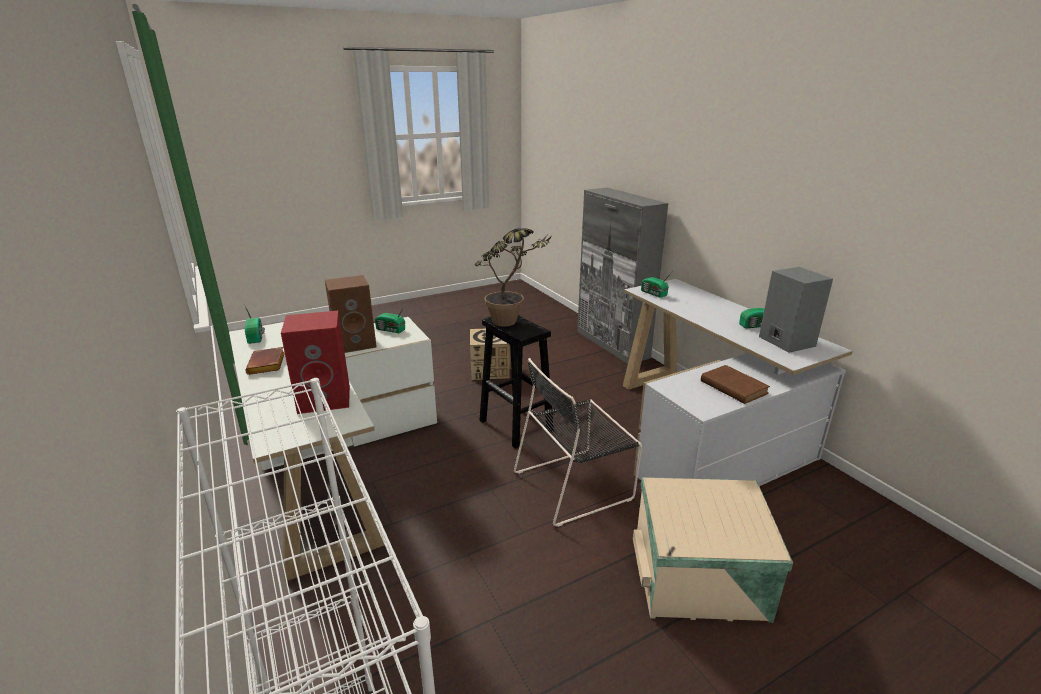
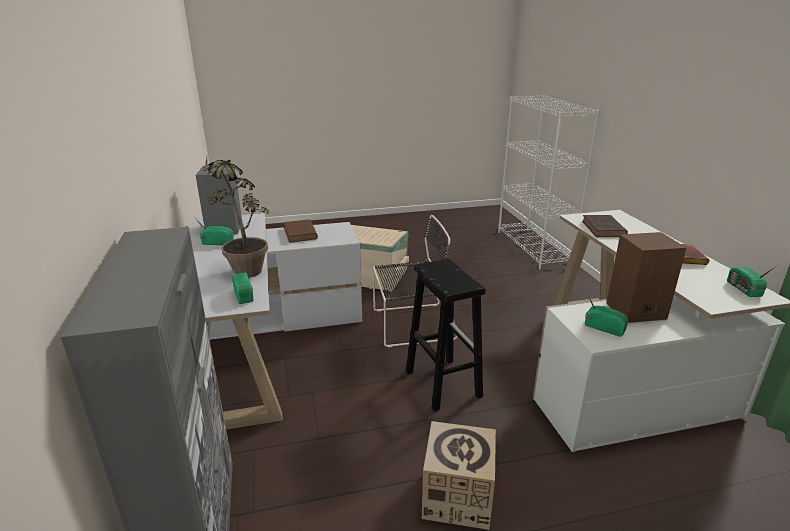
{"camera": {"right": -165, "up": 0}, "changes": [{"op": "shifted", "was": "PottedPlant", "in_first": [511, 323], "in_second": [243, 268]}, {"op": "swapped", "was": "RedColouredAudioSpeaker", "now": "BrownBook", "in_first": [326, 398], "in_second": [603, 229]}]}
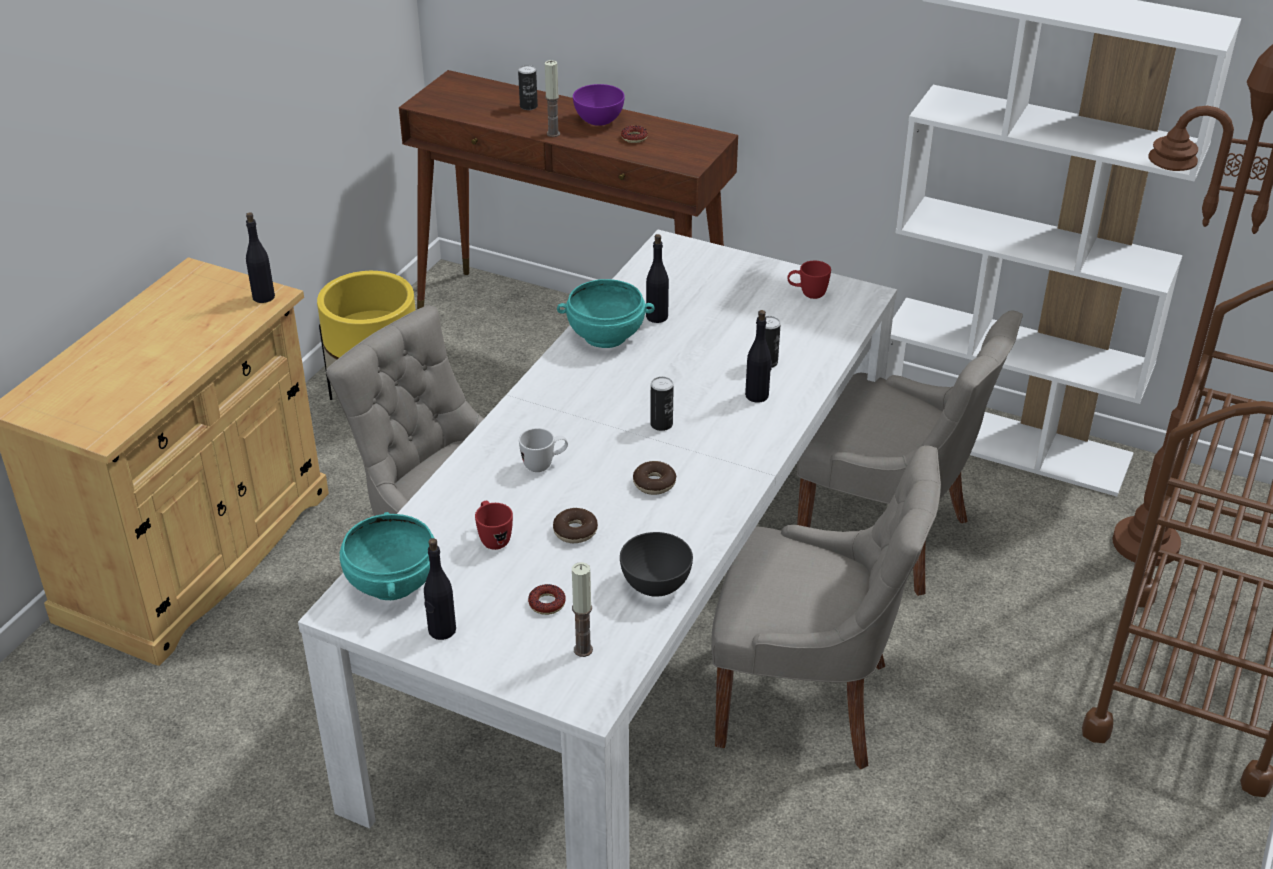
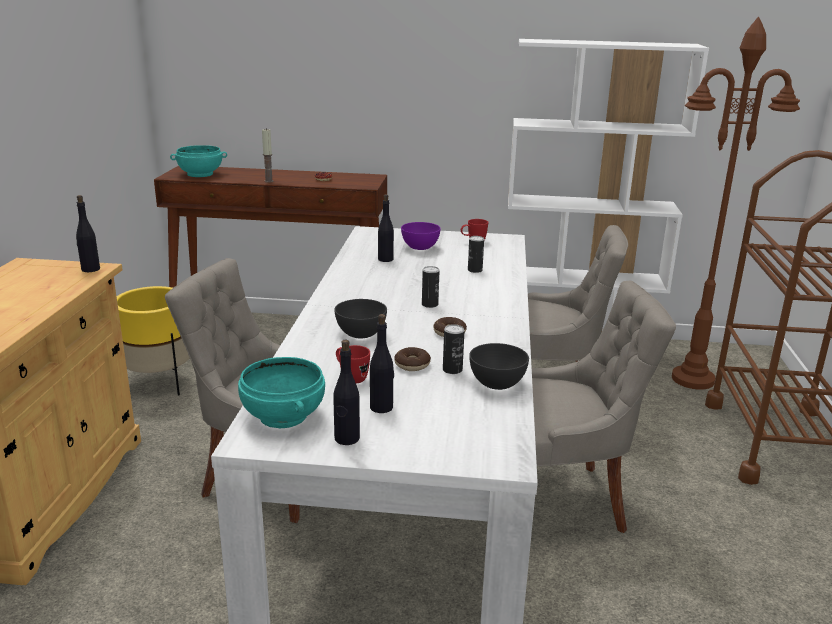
{"camera": {"right": -20, "up": -15}, "changes": [{"op": "gone", "was": "Doughnut", "in_first": [547, 603]}, {"op": "gone", "was": "Candle", "in_first": [583, 649]}, {"op": "shifted", "was": "SealedCan", "in_first": [528, 106], "in_second": [452, 370]}, {"op": "shifted", "was": "BlueGreenServingBowl", "in_first": [605, 336], "in_second": [200, 174]}, {"op": "shifted", "was": "PurpleServingBowl", "in_first": [599, 121], "in_second": [420, 248]}, {"op": "shifted", "was": "BlackColouredDrinkBottle", "in_first": [757, 395], "in_second": [381, 407]}, {"op": "swapped", "was": "WhiteMug", "now": "GreyishServingBowl", "in_first": [544, 465], "in_second": [361, 334]}]}
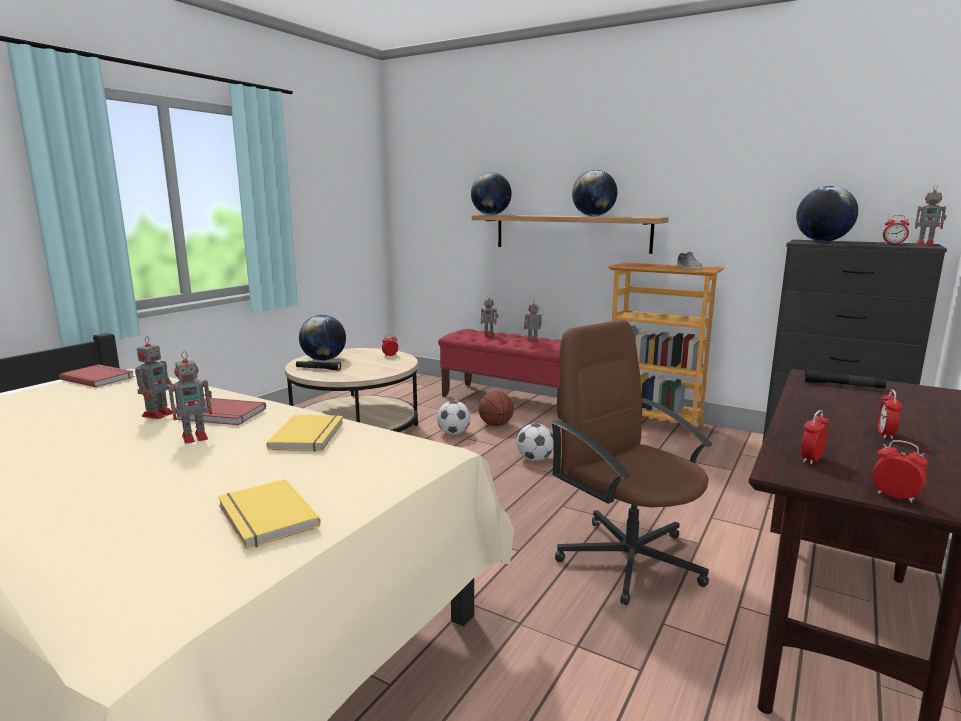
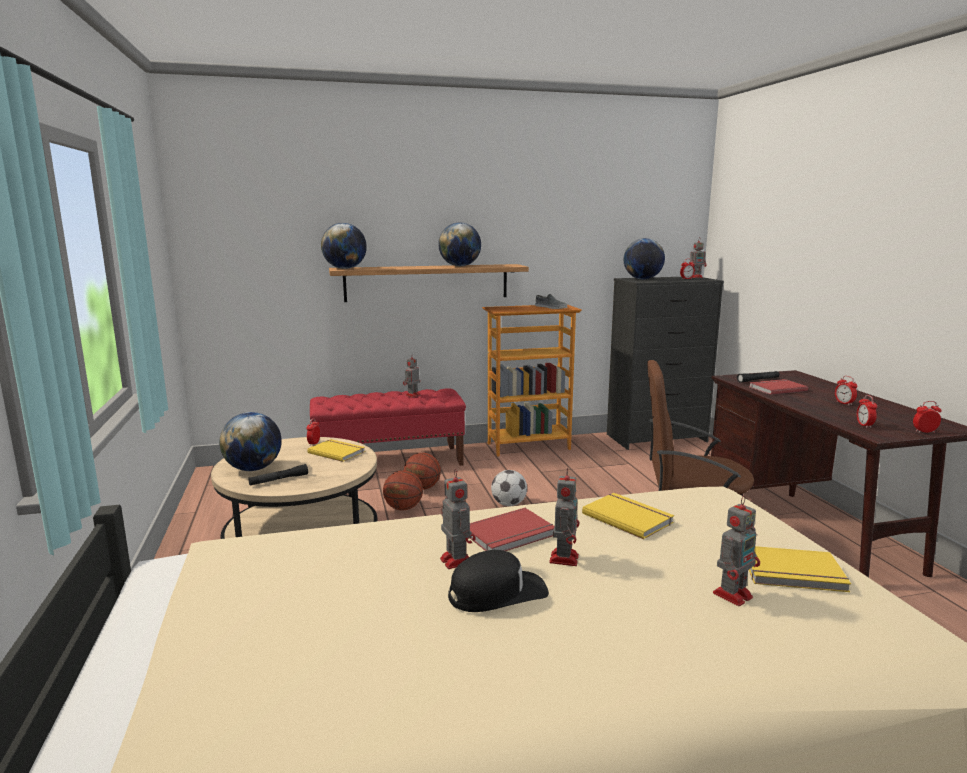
{"camera": {"right": -45, "up": 0}, "changes": [{"op": "new", "now": "YellowBook", "in_second": [337, 452]}, {"op": "new", "now": "BlackColouredBaseballCap", "in_second": [497, 593]}, {"op": "shifted", "was": "RedColouredBook", "in_first": [99, 378], "in_second": [776, 388]}, {"op": "shifted", "was": "RobotFigure", "in_first": [489, 334], "in_second": [733, 594]}, {"op": "swapped", "was": "FootballBall", "now": "BasketballBall", "in_first": [453, 433], "in_second": [403, 508]}]}
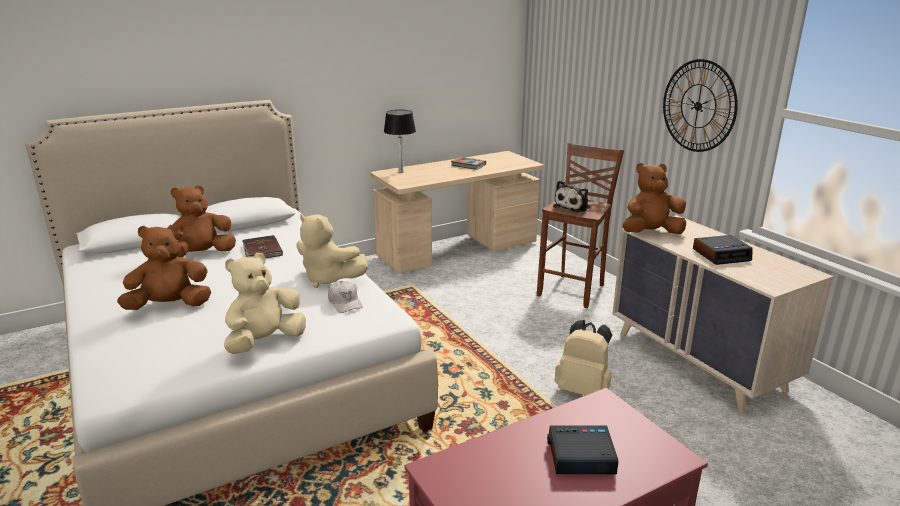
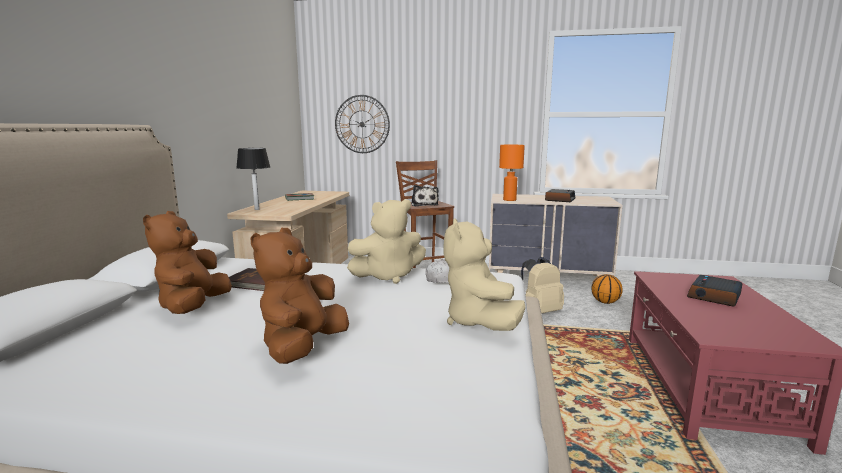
{"camera": {"right": -50, "up": -10}, "changes": [{"op": "new", "now": "BasketballBall", "in_second": [605, 302]}, {"op": "shifted", "was": "HangingClock", "in_first": [698, 106], "in_second": [362, 124]}, {"op": "swapped", "was": "BrownPlushToy", "now": "OrangeColouredTableLamp", "in_first": [650, 233], "in_second": [509, 200]}]}
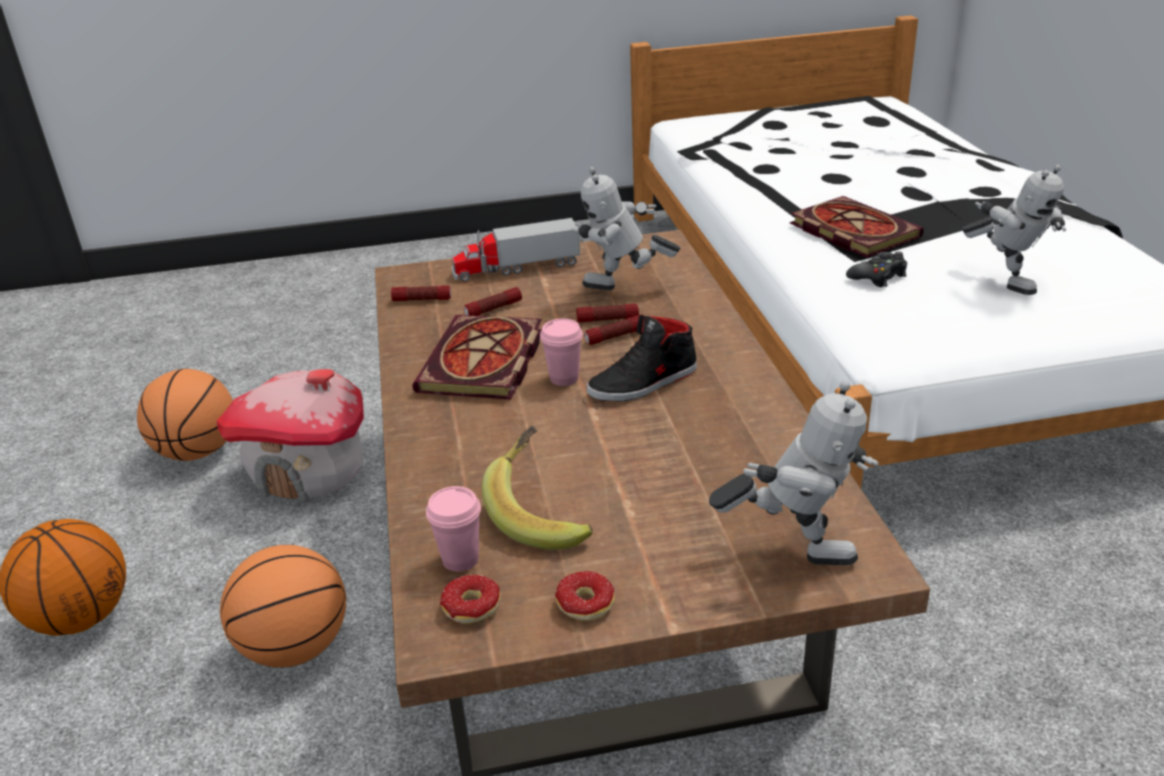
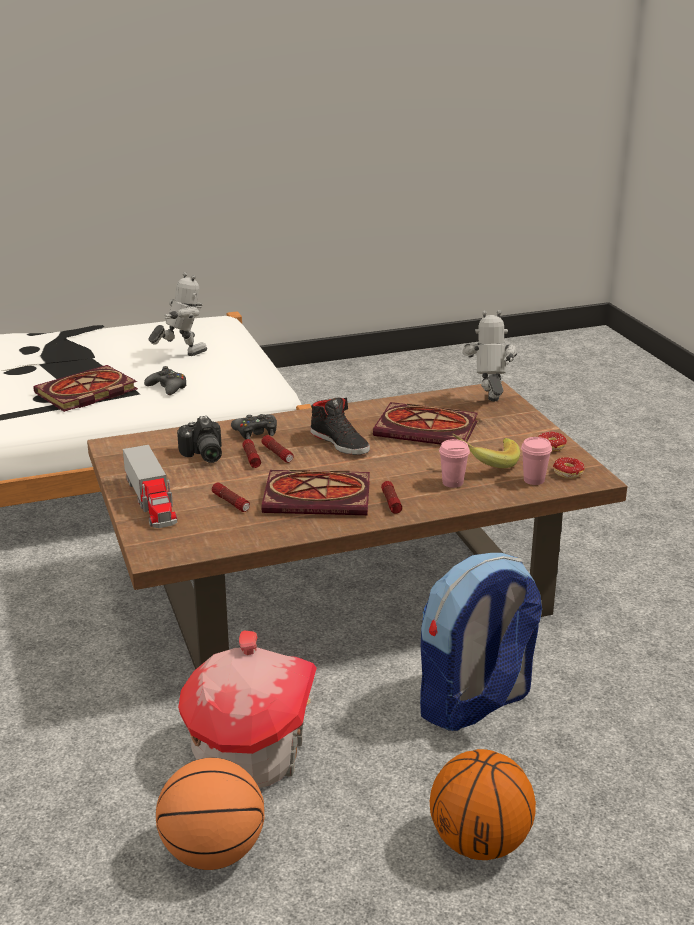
{"camera": {"right": -100, "up": -5}, "changes": [{"op": "new", "now": "BlackColouredJoypad", "in_second": [256, 432]}, {"op": "new", "now": "Book", "in_second": [429, 429]}, {"op": "shifted", "was": "Torch", "in_first": [422, 300], "in_second": [391, 502]}, {"op": "shifted", "was": "PinkishSmallCup", "in_first": [564, 378], "in_second": [452, 483]}, {"op": "swapped", "was": "BasketballBall", "now": "Rucksack", "in_first": [295, 648], "in_second": [474, 704]}, {"op": "swapped", "was": "RobotFigure", "now": "PhotoCamera", "in_first": [623, 290], "in_second": [202, 455]}]}
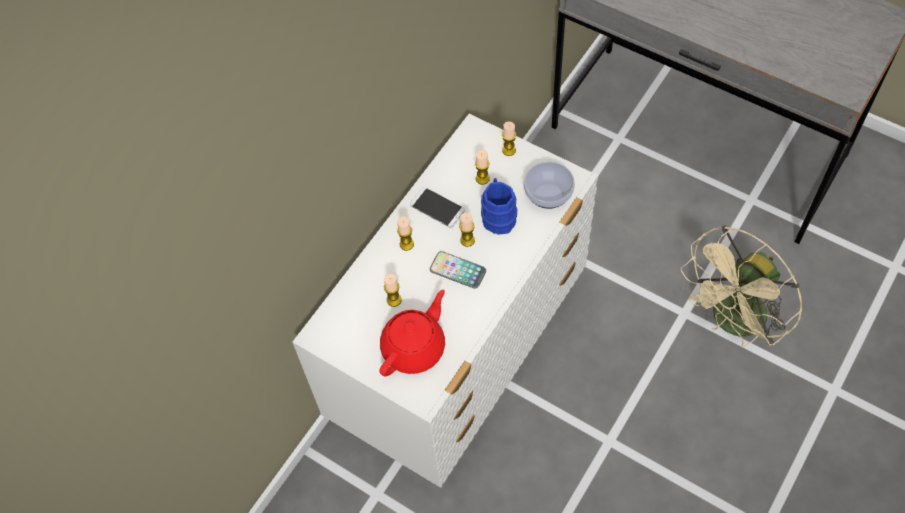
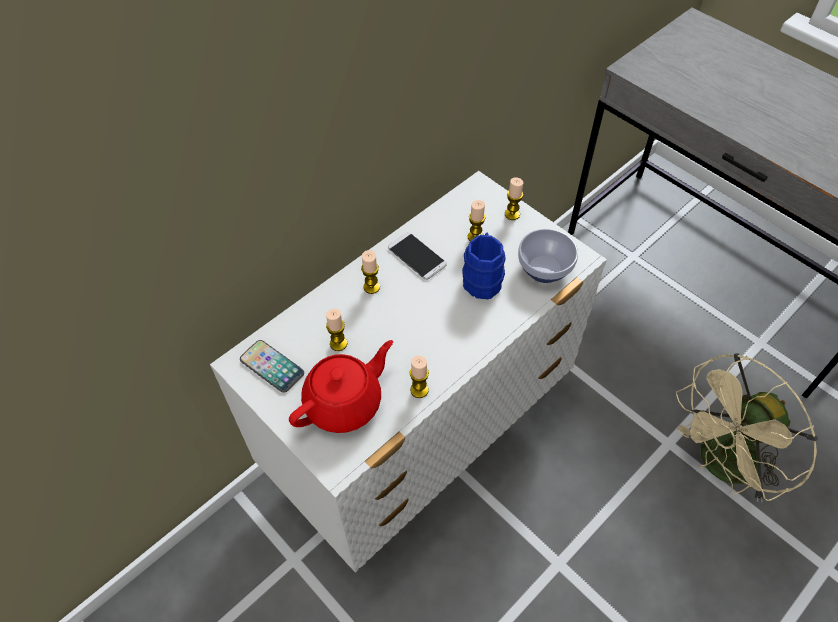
{"camera": {"right": 10, "up": -5}, "changes": [{"op": "shifted", "was": "Handset", "in_first": [458, 270], "in_second": [272, 366]}, {"op": "shifted", "was": "Candle", "in_first": [467, 240], "in_second": [419, 390]}]}
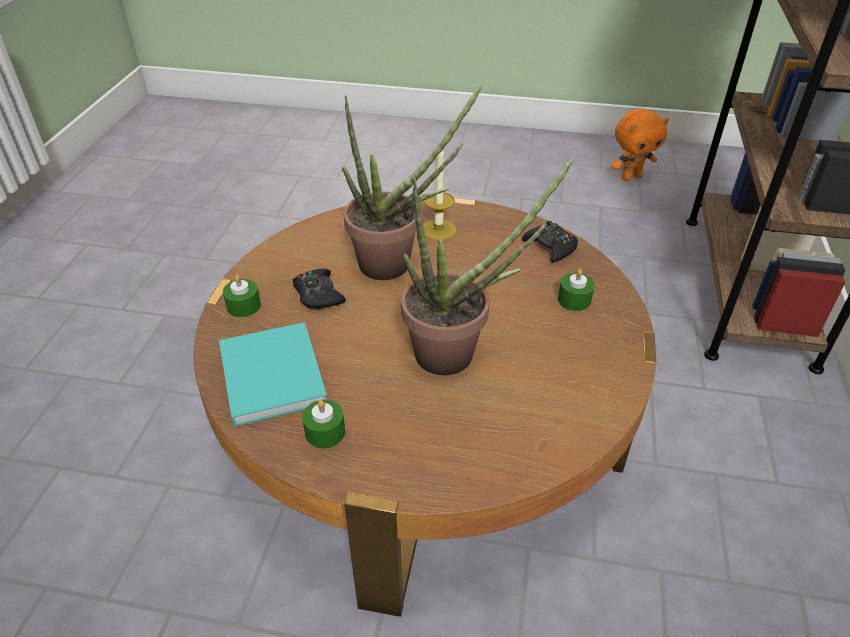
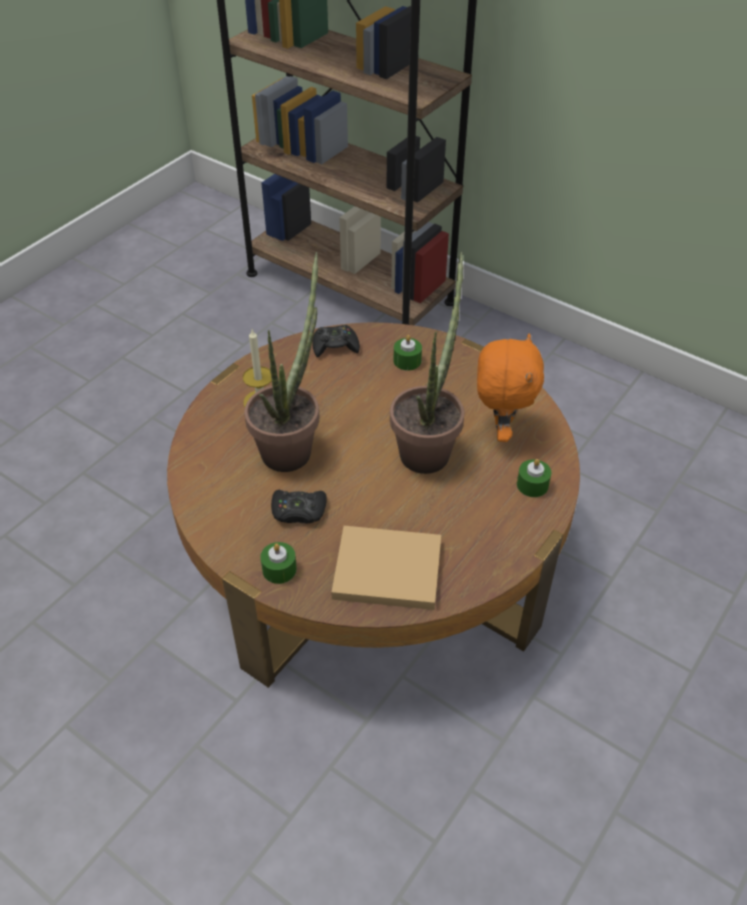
{"camera": {"right": -65, "up": 5}, "changes": [{"op": "shifted", "was": "GreenishCandle", "in_first": [325, 432], "in_second": [532, 485]}, {"op": "shifted", "was": "OrangeColouredPlushToy", "in_first": [631, 177], "in_second": [500, 430]}, {"op": "repainted", "was": "BlueGreenBook", "now": "SandColouredBook", "in_first": [271, 373], "in_second": [384, 569]}]}
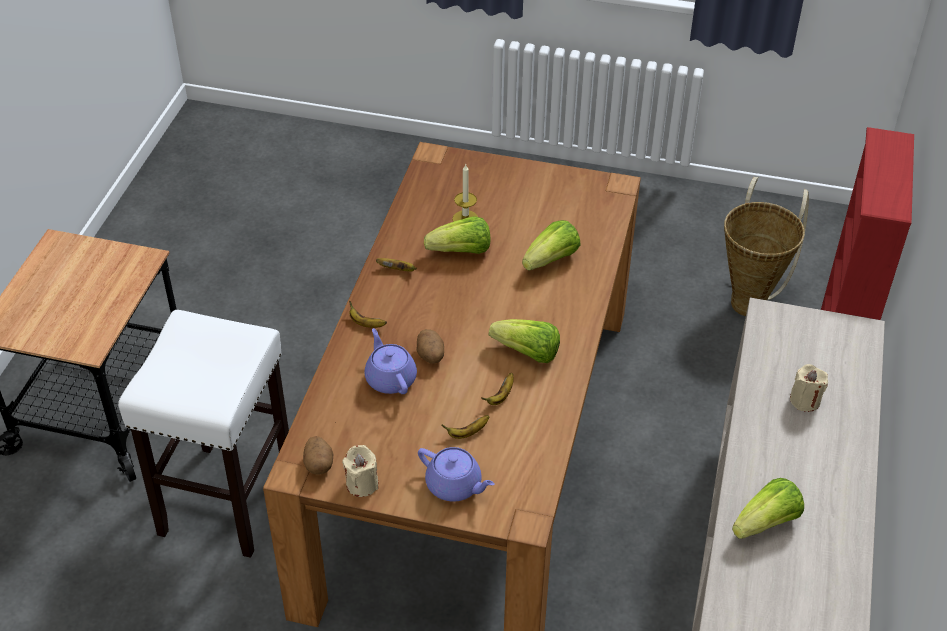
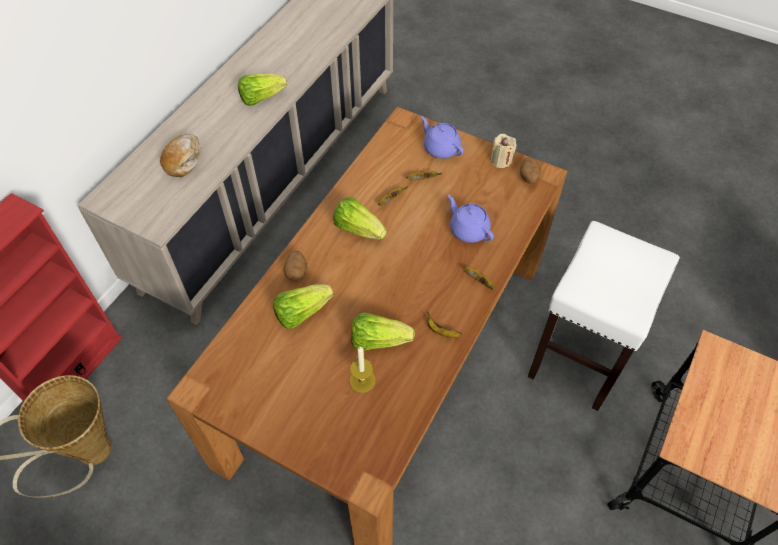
{"camera": {"right": -165, "up": 10}, "changes": [{"op": "shifted", "was": "WholePotato", "in_first": [430, 356], "in_second": [296, 271]}, {"op": "swapped", "was": "SandColouredCandle", "now": "BakeryBread", "in_first": [805, 400], "in_second": [183, 160]}, {"op": "rotated", "was": "PurpleTeaPot", "in_first": [390, 378], "in_second": [468, 229], "clockwise": 150}]}
